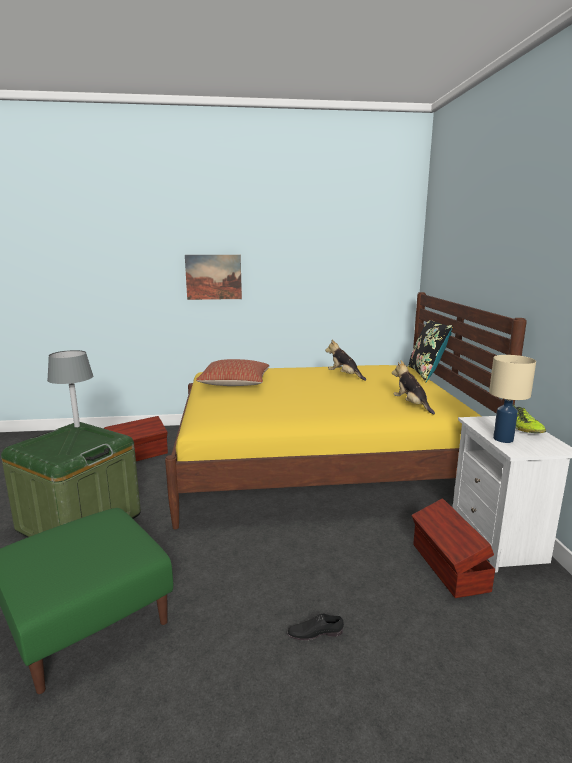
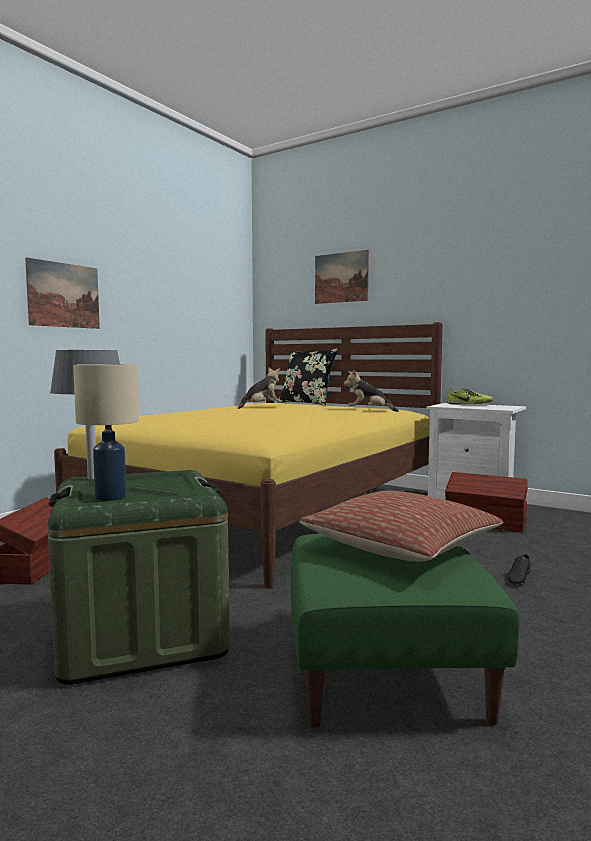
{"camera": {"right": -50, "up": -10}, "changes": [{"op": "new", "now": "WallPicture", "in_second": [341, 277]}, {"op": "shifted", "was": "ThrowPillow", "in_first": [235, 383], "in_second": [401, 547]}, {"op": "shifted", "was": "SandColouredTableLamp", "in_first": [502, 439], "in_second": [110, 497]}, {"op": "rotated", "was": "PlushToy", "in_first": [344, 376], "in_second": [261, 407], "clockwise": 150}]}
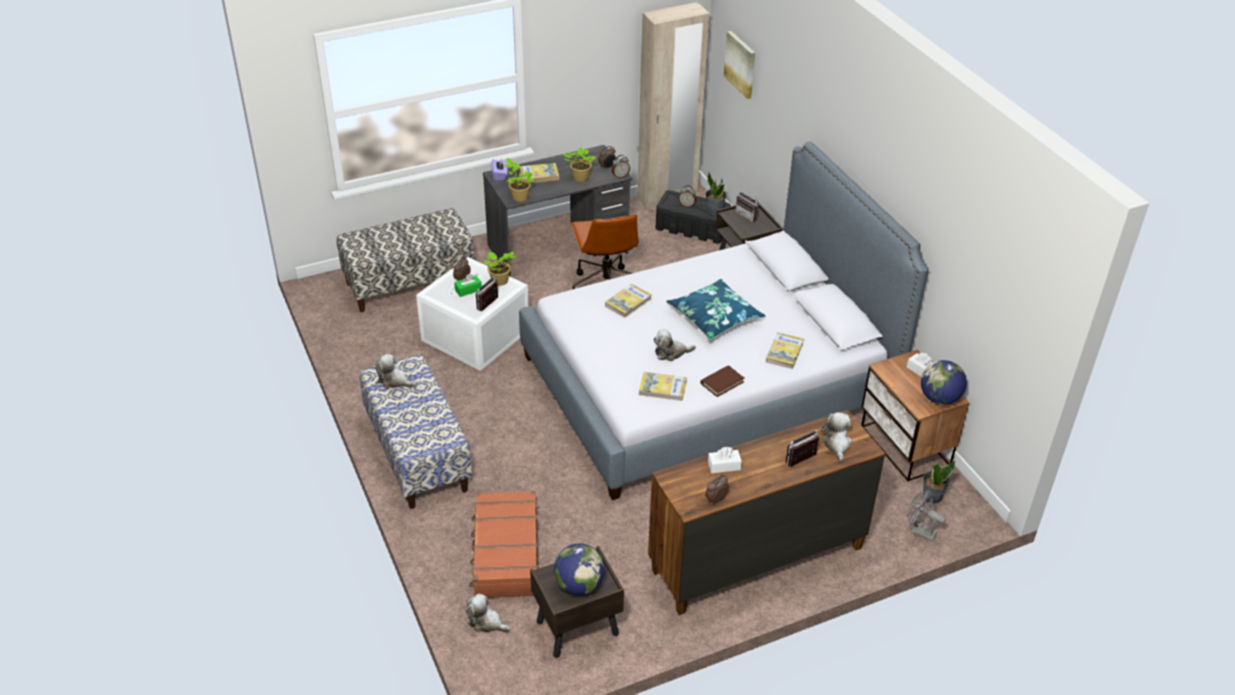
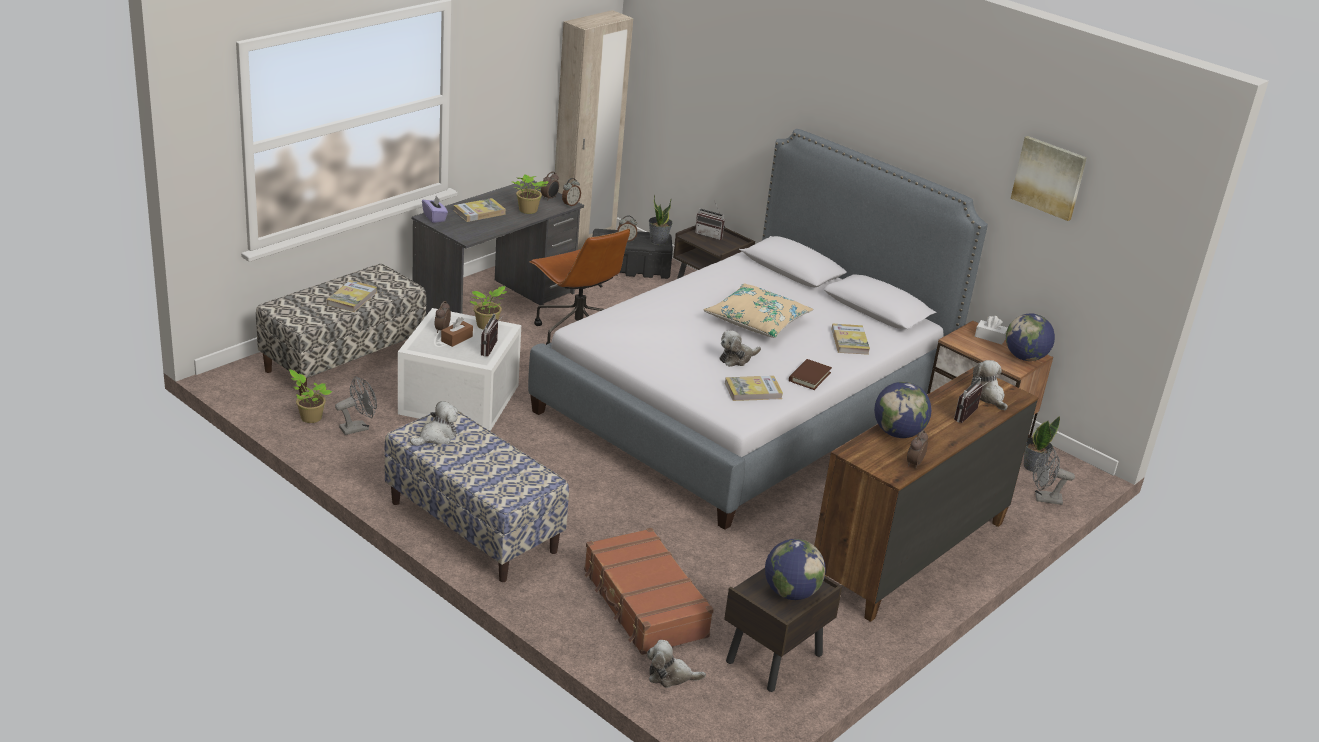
{"camera": {"right": -25, "up": -10}, "changes": [{"op": "new", "now": "GreyishCoolingFan", "in_second": [358, 427]}, {"op": "shifted", "was": "PottedPlant", "in_first": [519, 197], "in_second": [309, 417]}, {"op": "shifted", "was": "Book", "in_first": [628, 302], "in_second": [352, 298]}, {"op": "shifted", "was": "WallPicture", "in_first": [741, 64], "in_second": [1049, 177]}, {"op": "swapped", "was": "WhiteTissueBox", "now": "DeskGlobe", "in_first": [724, 466], "in_second": [898, 433]}, {"op": "repainted", "was": "GreenishTissueBox", "now": "BrownTissueBox", "in_first": [468, 290], "in_second": [457, 339]}, {"op": "repainted", "was": "BlueColouredThrowPillow", "now": "SandColouredThrowPillow", "in_first": [714, 317], "in_second": [757, 321]}, {"op": "rotated", "was": "PlushToy", "in_first": [394, 381], "in_second": [436, 437], "clockwise": 135}]}
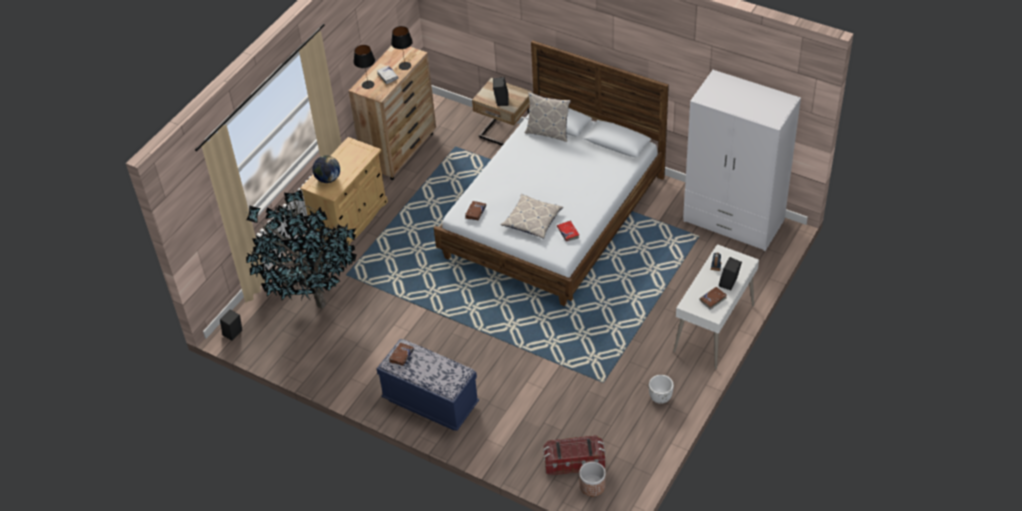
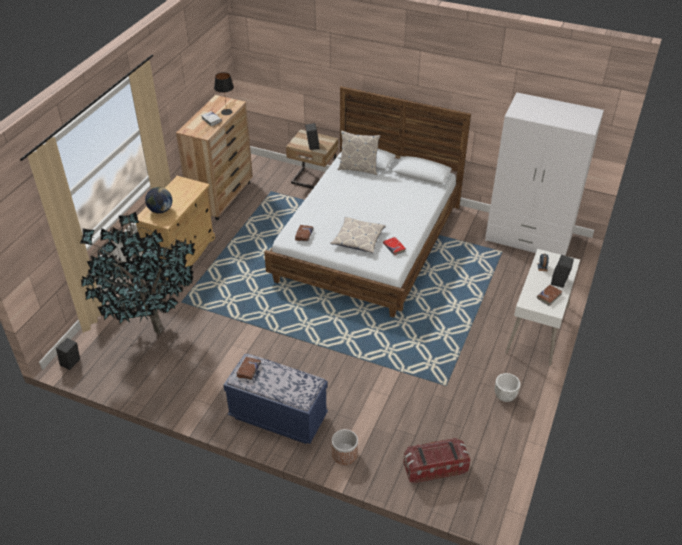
{"camera": {"right": -10, "up": -5}, "changes": [{"op": "gone", "was": "BlackColouredTableLamp", "in_first": [367, 84]}, {"op": "shifted", "was": "Planter", "in_first": [592, 485], "in_second": [344, 454]}]}
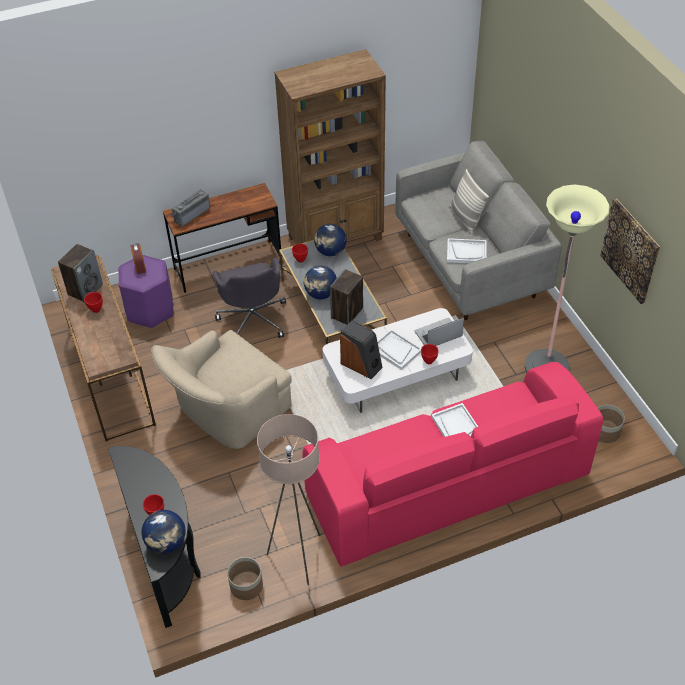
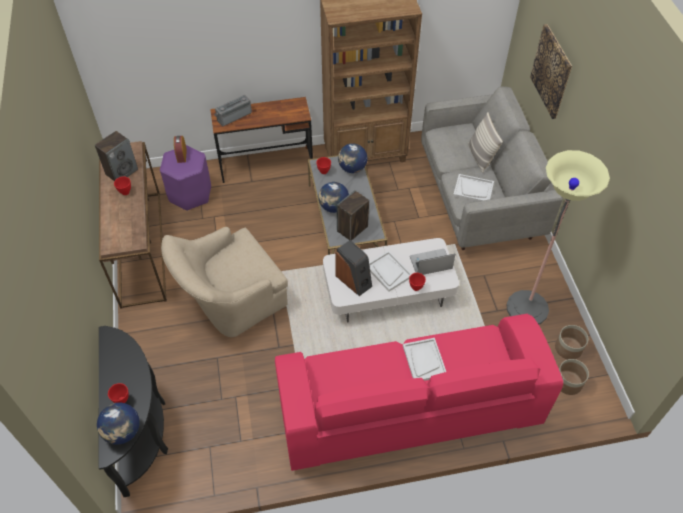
{"camera": {"right": 10, "up": 5}, "changes": [{"op": "gone", "was": "GreyishOfficeChair", "in_first": [253, 319]}, {"op": "gone", "was": "SandColouredFloorLamp", "in_first": [298, 557]}, {"op": "shifted", "was": "Planter", "in_first": [246, 586], "in_second": [568, 348]}, {"op": "shifted", "was": "WallPicture", "in_first": [630, 250], "in_second": [551, 71]}]}
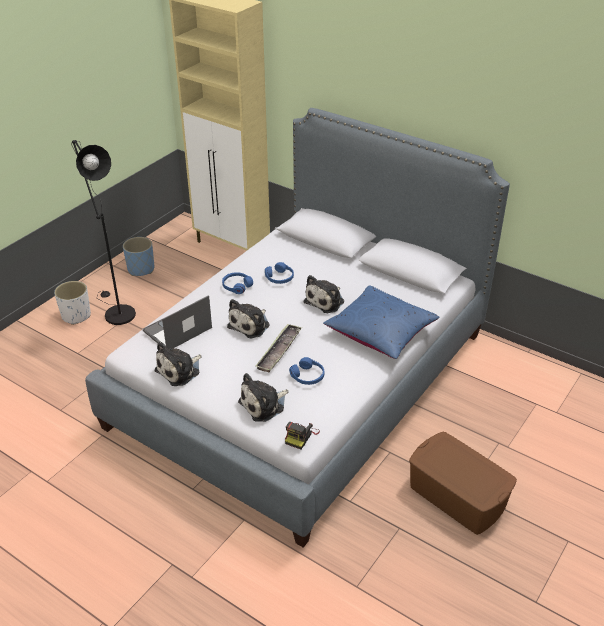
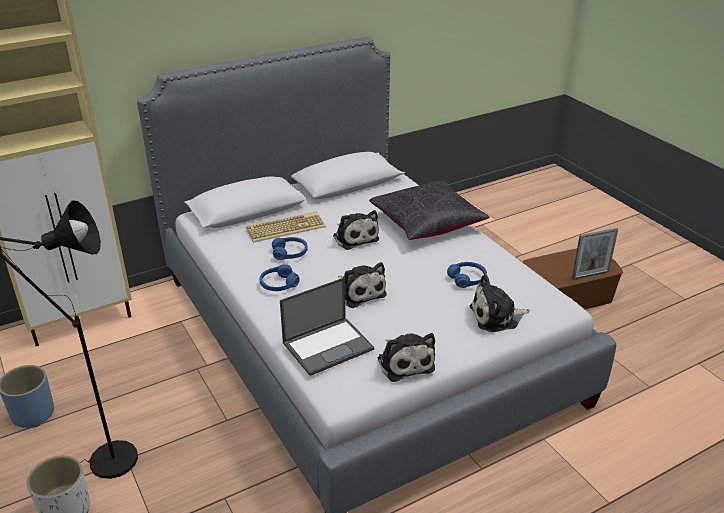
{"camera": {"right": -65, "up": -5}, "changes": [{"op": "gone", "was": "Tray", "in_first": [279, 351]}, {"op": "gone", "was": "PhotoCamera", "in_first": [301, 436]}, {"op": "new", "now": "Keyboard", "in_second": [286, 227]}, {"op": "new", "now": "PictureFrame", "in_second": [590, 275]}, {"op": "repainted", "was": "BlueColouredThrowPillow", "now": "BlackColouredThrowPillow", "in_first": [380, 332], "in_second": [427, 222]}, {"op": "rotated", "was": "NotebookComputer", "in_first": [177, 330], "in_second": [328, 345], "clockwise": -105}, {"op": "rotated", "was": "PlushToy", "in_first": [264, 405], "in_second": [496, 317], "clockwise": 90}]}
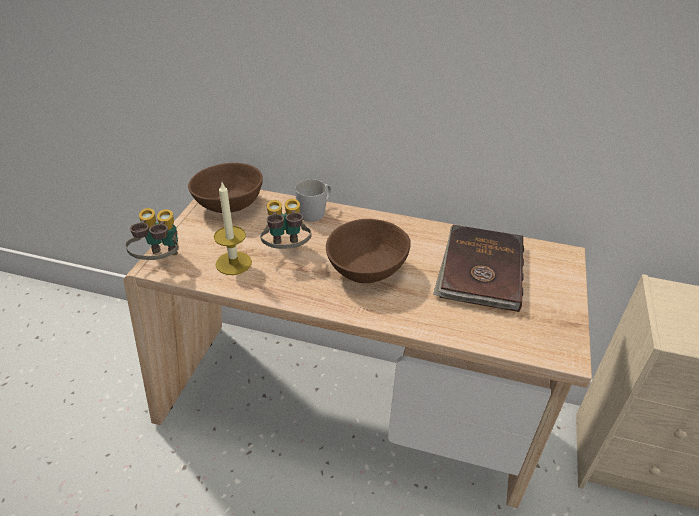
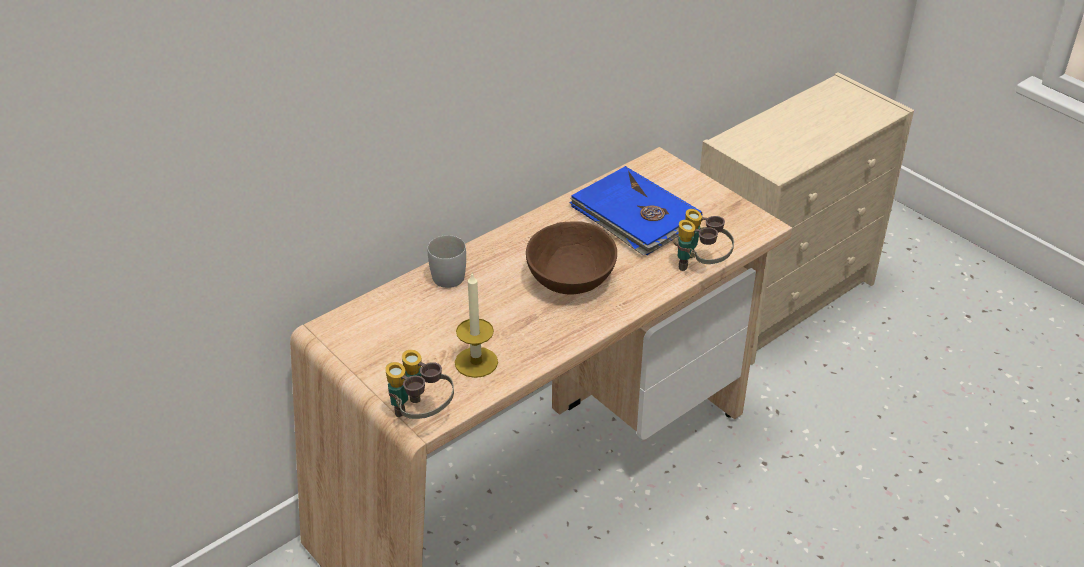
{"camera": {"right": -55, "up": 0}, "changes": [{"op": "gone", "was": "BrownServingBowl", "in_first": [230, 205]}, {"op": "shifted", "was": "Binoculars", "in_first": [286, 251], "in_second": [700, 266]}, {"op": "repainted", "was": "BrownBook", "now": "BlueColouredBook", "in_first": [480, 271], "in_second": [634, 216]}]}
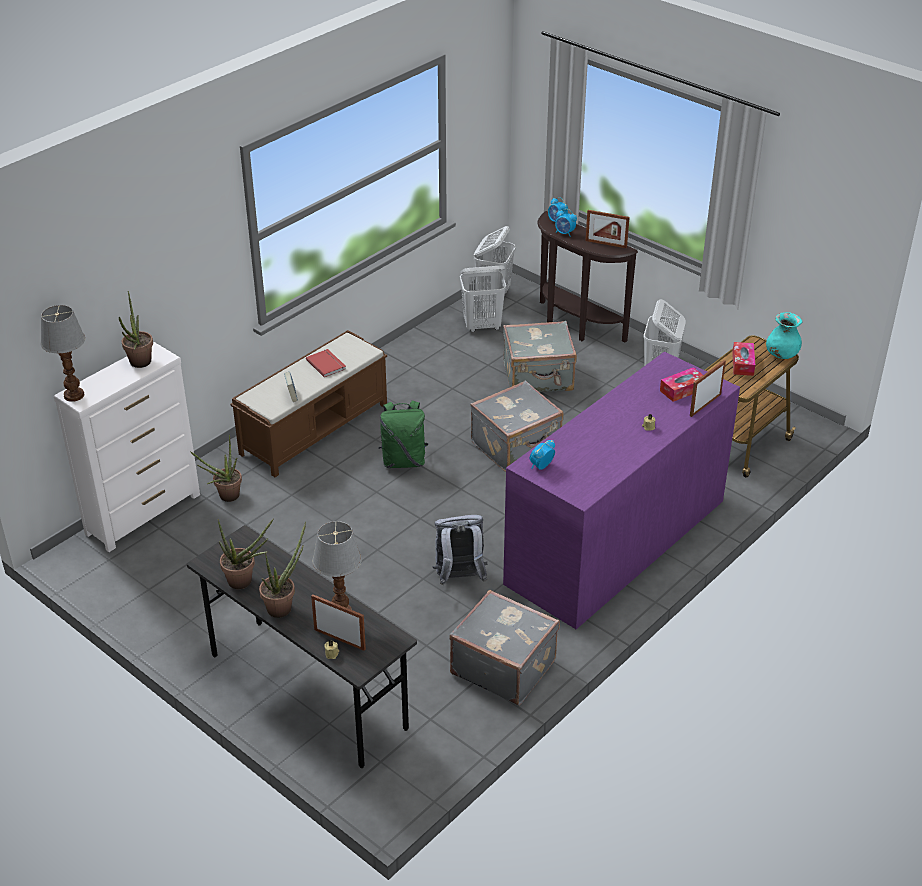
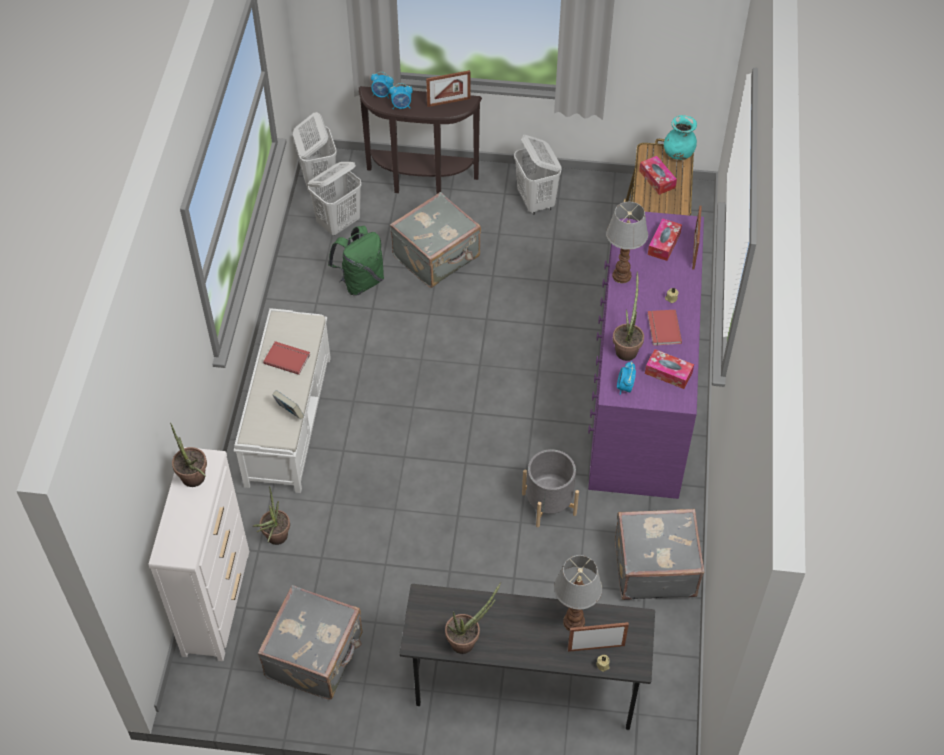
{"camera": {"right": -35, "up": 15}, "changes": [{"op": "new", "now": "TissueBox", "in_second": [668, 373]}, {"op": "new", "now": "RedColouredBook", "in_second": [662, 329]}, {"op": "shifted", "was": "TableLamp", "in_first": [74, 395], "in_second": [621, 275]}, {"op": "shifted", "was": "PottedPlant", "in_first": [283, 606], "in_second": [626, 348]}, {"op": "shifted", "was": "GreenishRucksack", "in_first": [403, 461], "in_second": [360, 281]}, {"op": "shifted", "was": "GreyishPieceOfLuggage", "in_first": [517, 446], "in_second": [316, 656]}, {"op": "swapped", "was": "GreyishRucksack", "now": "GreyishPlanter", "in_first": [459, 578], "in_second": [549, 504]}, {"op": "repainted", "was": "BrownLongSeat", "now": "WhiteLongSeat", "in_first": [315, 428], "in_second": [288, 419]}]}
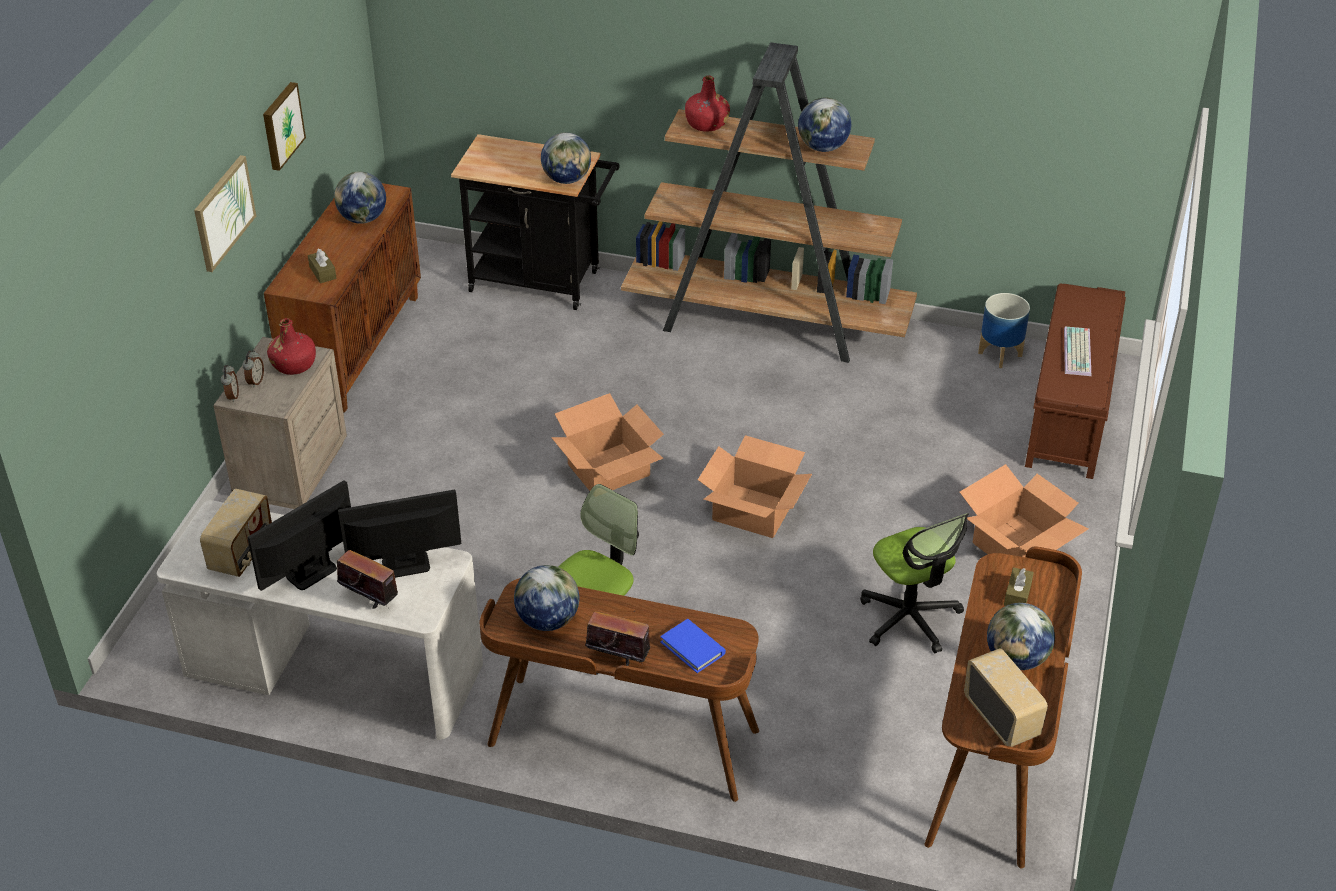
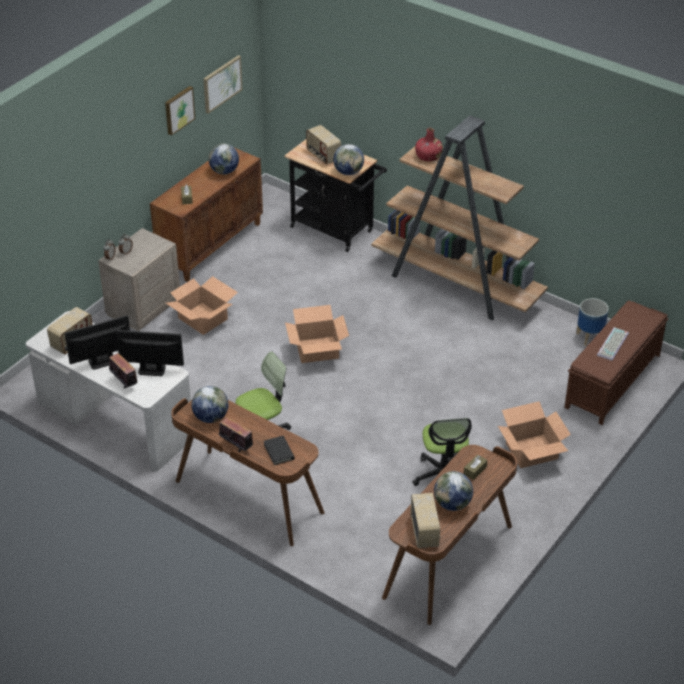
{"camera": {"right": 20, "up": 0}, "changes": [{"op": "gone", "was": "RedColouredDrinkBottle", "in_first": [294, 364]}, {"op": "gone", "was": "DeskGlobe", "in_first": [822, 147]}, {"op": "new", "now": "RadioSet", "in_second": [323, 156]}, {"op": "shifted", "was": "WallPicture", "in_first": [223, 212], "in_second": [222, 83]}, {"op": "shifted", "was": "PackingBox", "in_first": [753, 510], "in_second": [203, 318]}, {"op": "repainted", "was": "BlueColouredBook", "now": "BlackColouredBook", "in_first": [692, 648], "in_second": [279, 452]}]}
